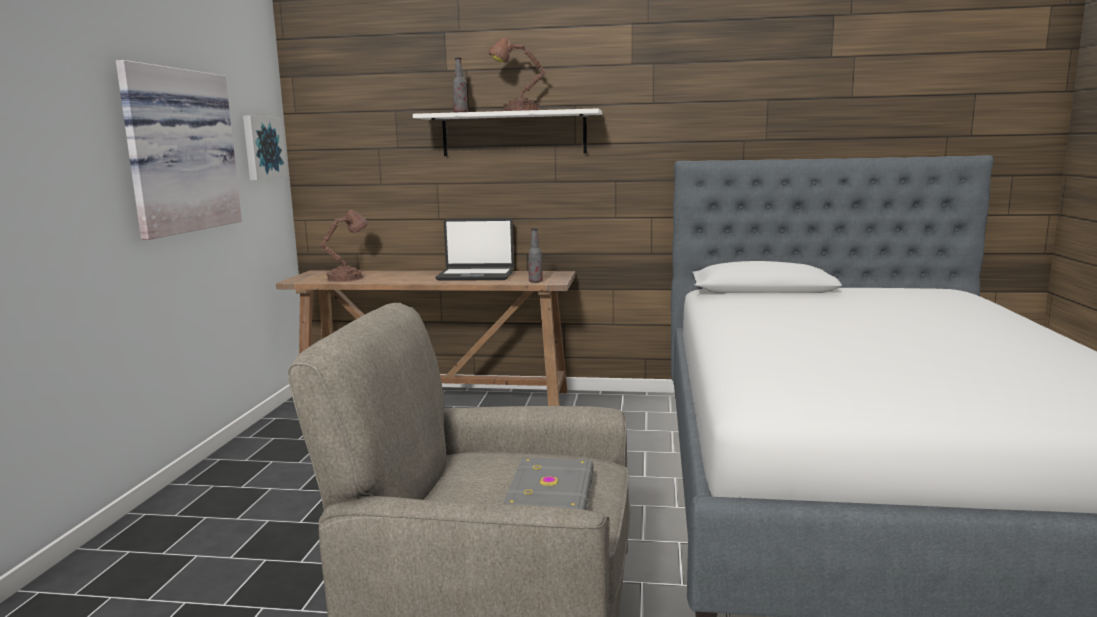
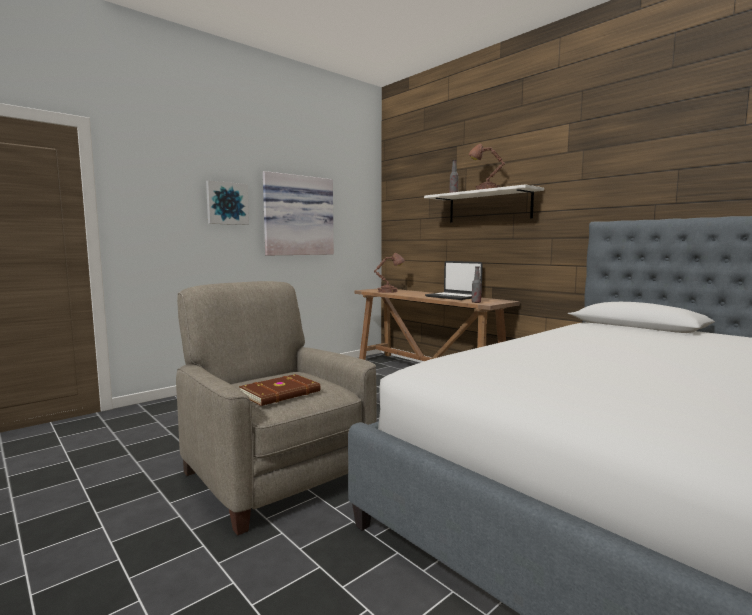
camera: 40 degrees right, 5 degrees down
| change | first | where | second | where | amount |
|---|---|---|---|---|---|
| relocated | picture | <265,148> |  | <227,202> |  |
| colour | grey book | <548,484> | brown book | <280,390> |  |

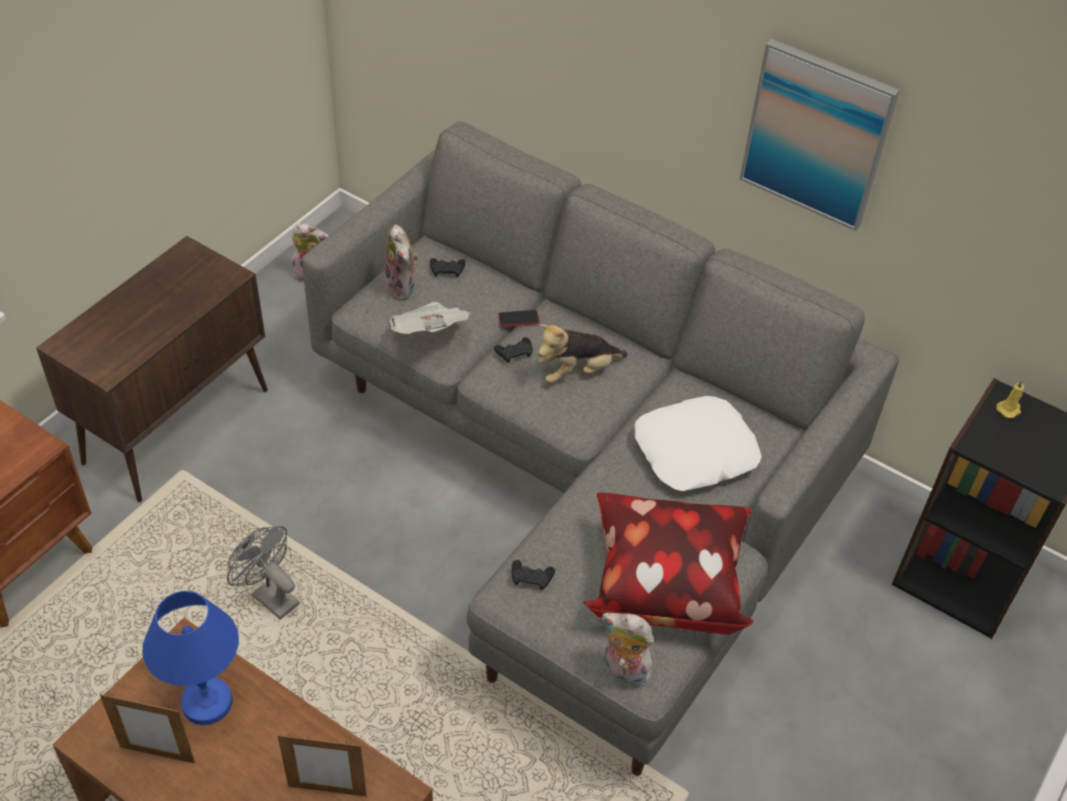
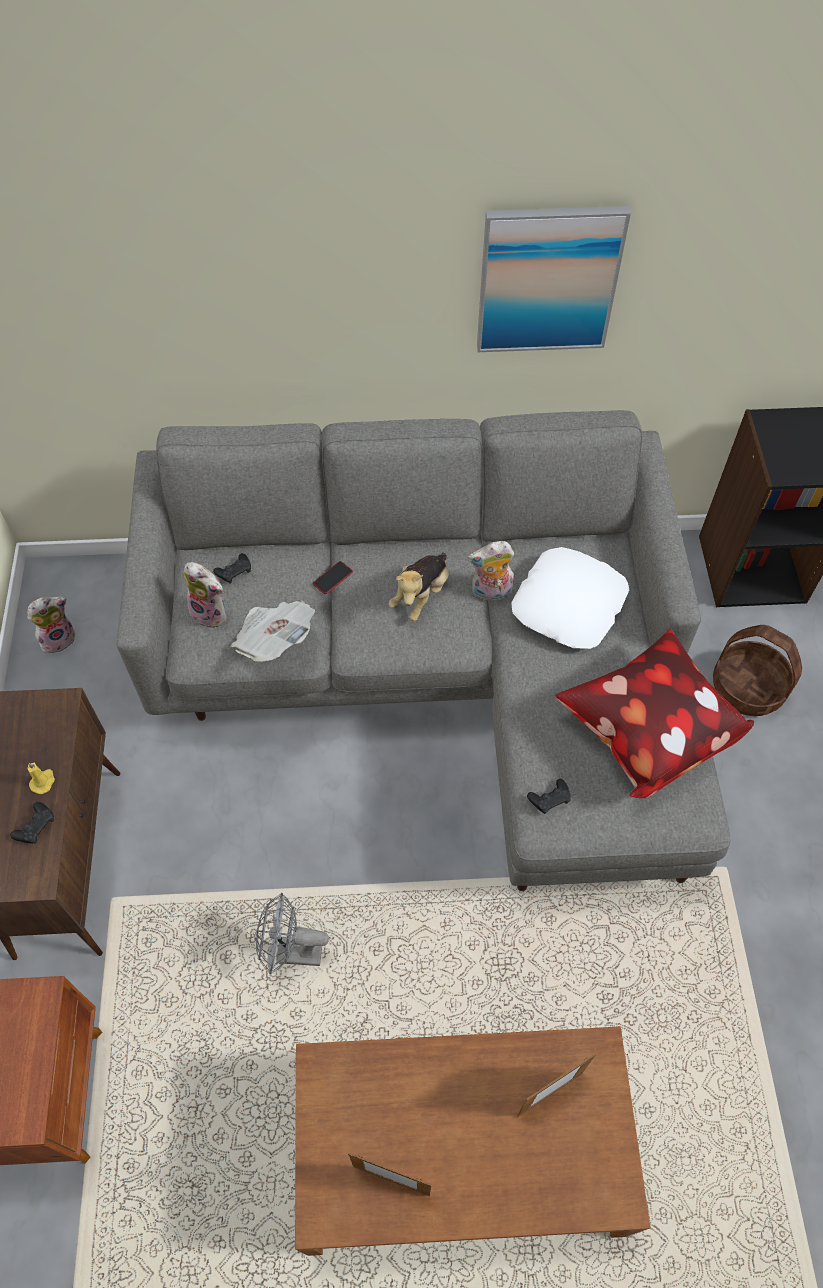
camera: 35 degrees left, 10 degrees up
| change | first | where | second | where | amount |
|---|---|---|---|---|---|
| relocated | black game controller | <513,350> |  | <32,823> |  |
| relocated | yellow candle | <1010,399> |  | <41,778> |  |
| spun | picture frame | <147,728> |  | <390,1174> | 45 degrees clockwise |
| relocated | plush toy | <628,650> |  | <491,571> |  |
| appeared |  |  | basket | <757,670> |  |
| missing | blue table lamp | <190,658> |  |  |  |

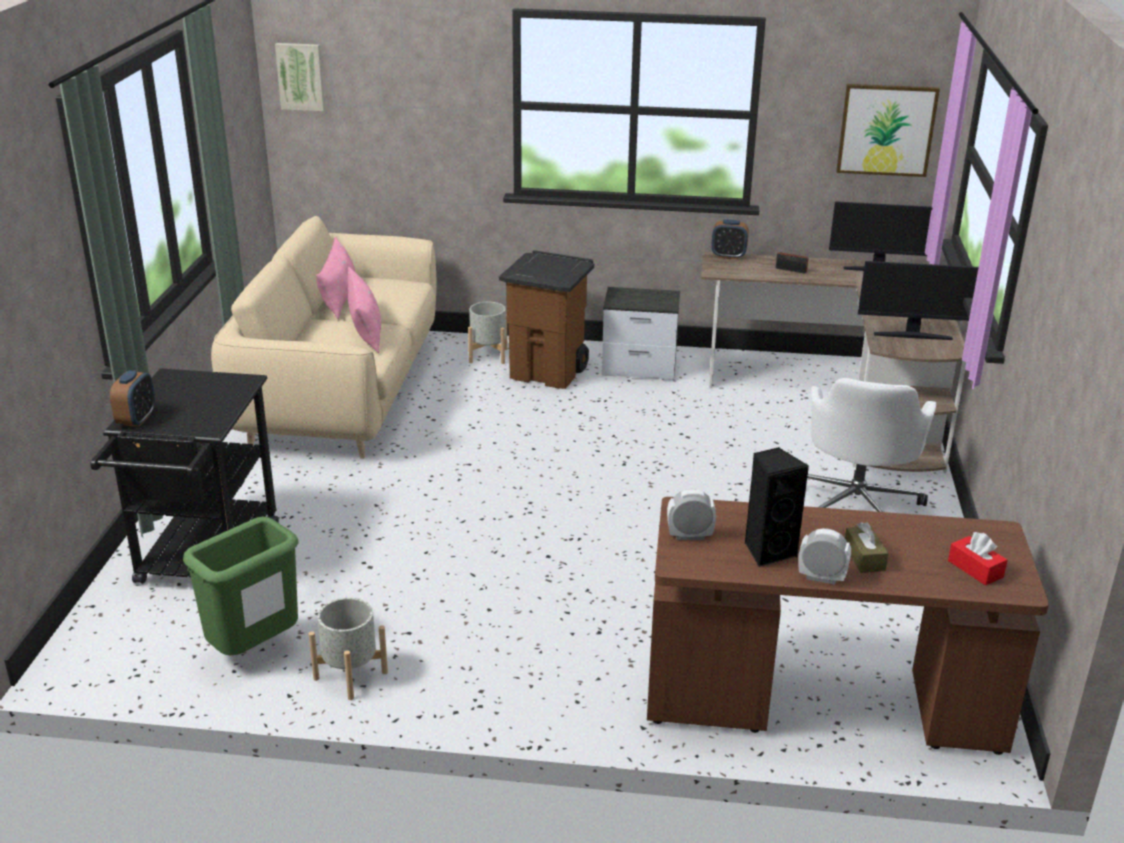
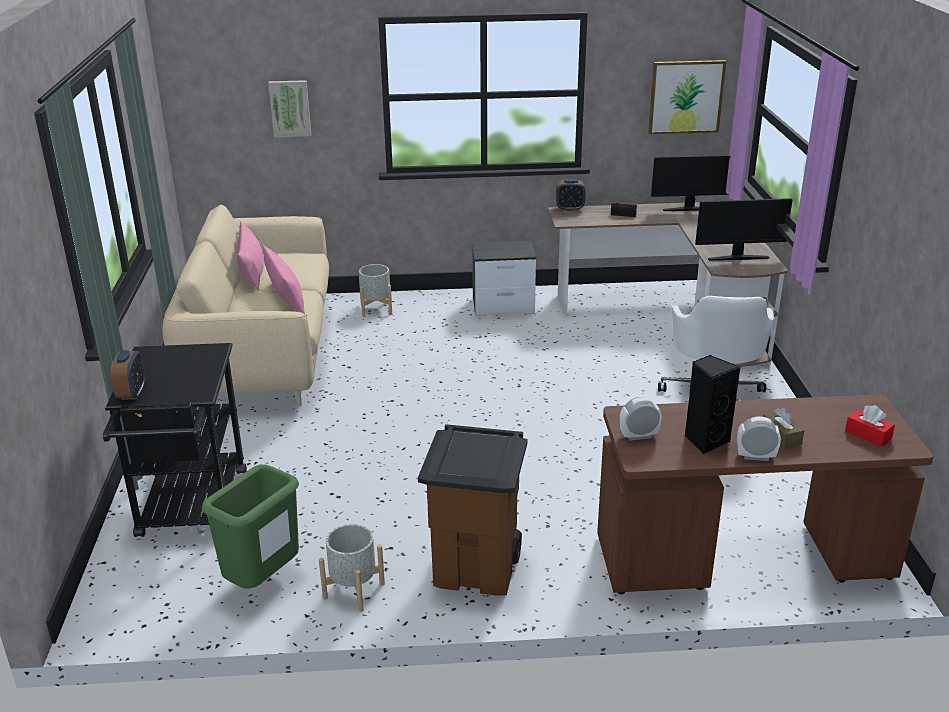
camera: 10 degrees left, 0 degrees up
| change | first | where | second | where | amount |
|---|---|---|---|---|---|
| relocated | picture | <300,77> |  | <289,108> |  |
| relocated | brown trash can | <546,319> |  | <473,510> |  |

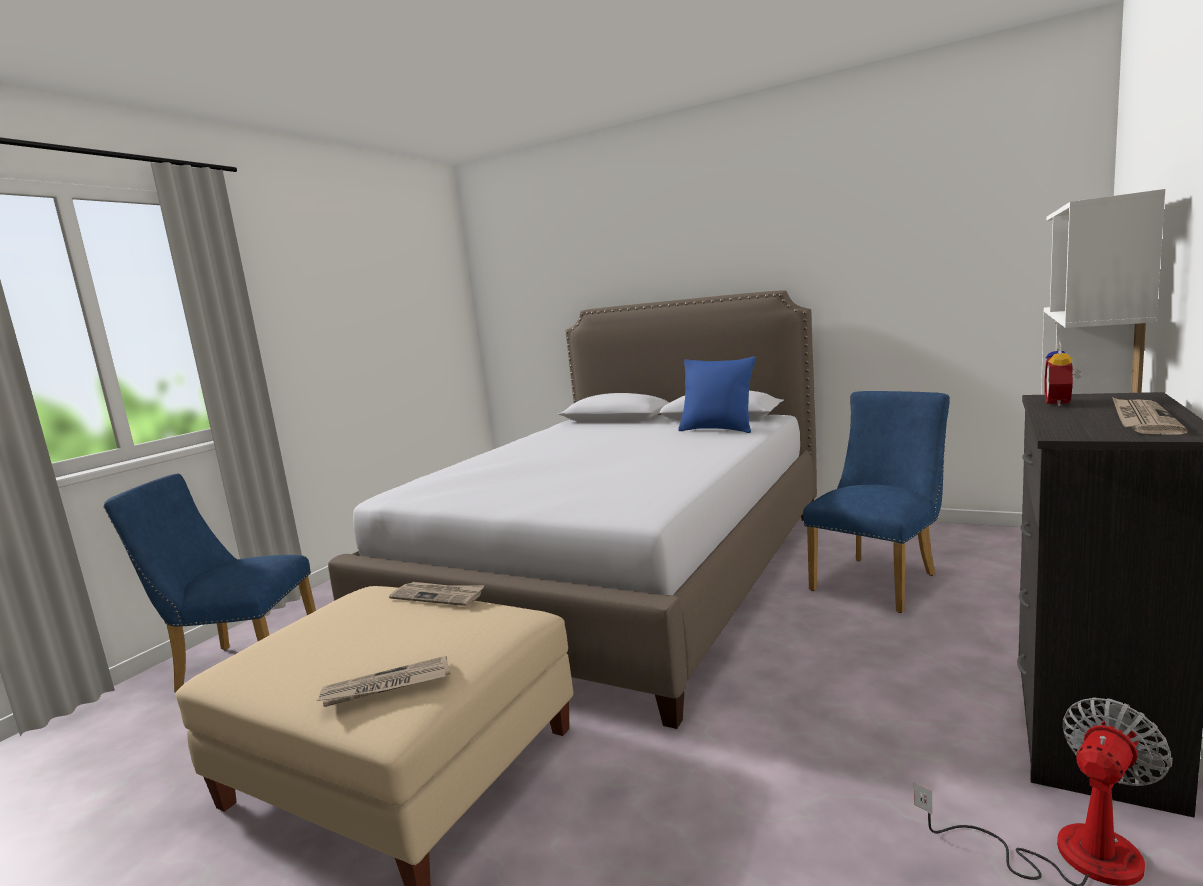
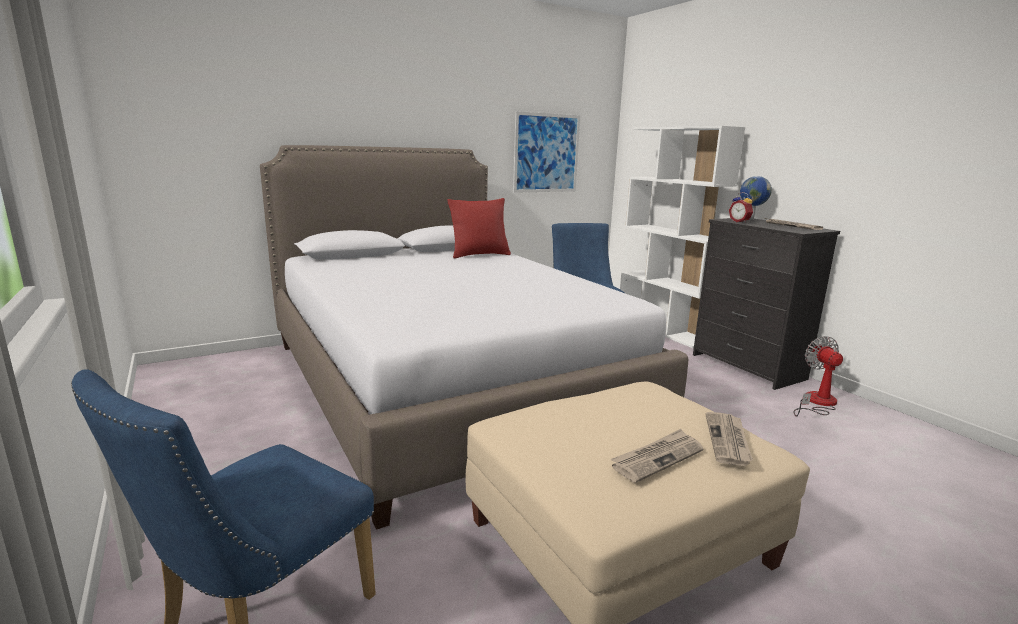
camera: 60 degrees left, 5 degrees up
| change | first | where | second | where | amount |
|---|---|---|---|---|---|
| colour | blue pillow | <717,394> | red pillow | <479,228> |  |
| appeared |  |  | picture | <546,152> |  |
| relocated | newspaper | <437,594> |  | <657,456> |  |
| appeared |  |  | globe | <756,198> |  |

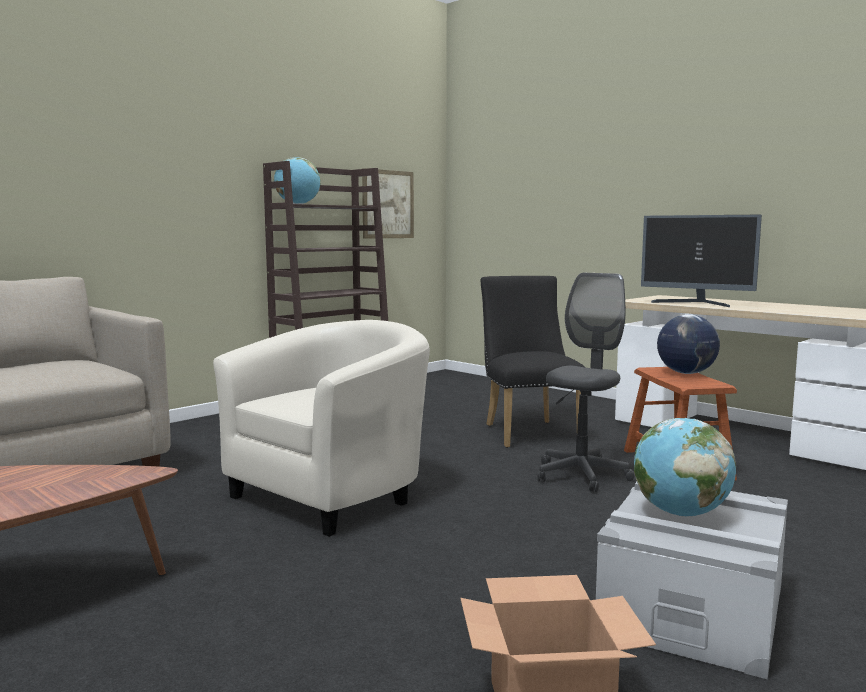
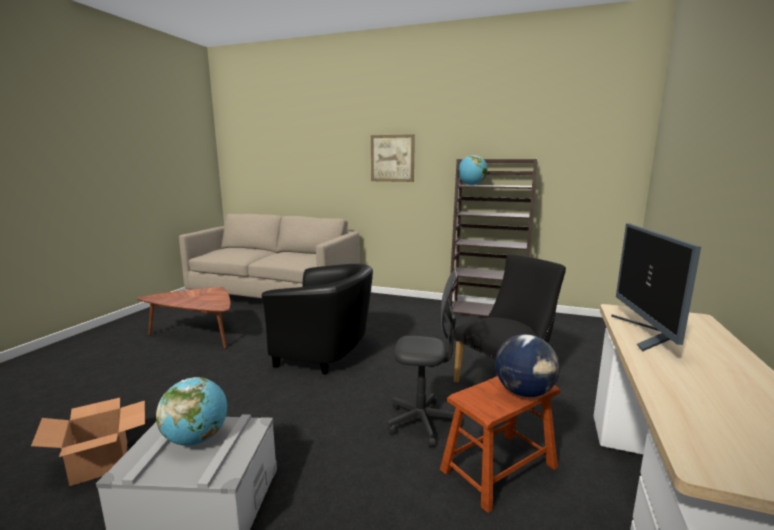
camera: 65 degrees right, 5 degrees up
| change | first | where | second | where | amount |
|---|---|---|---|---|---|
| colour | beige armchair | <321,428> | black armchair | <317,319> |  |
| relocated | picture | <388,203> |  | <393,158> |  |

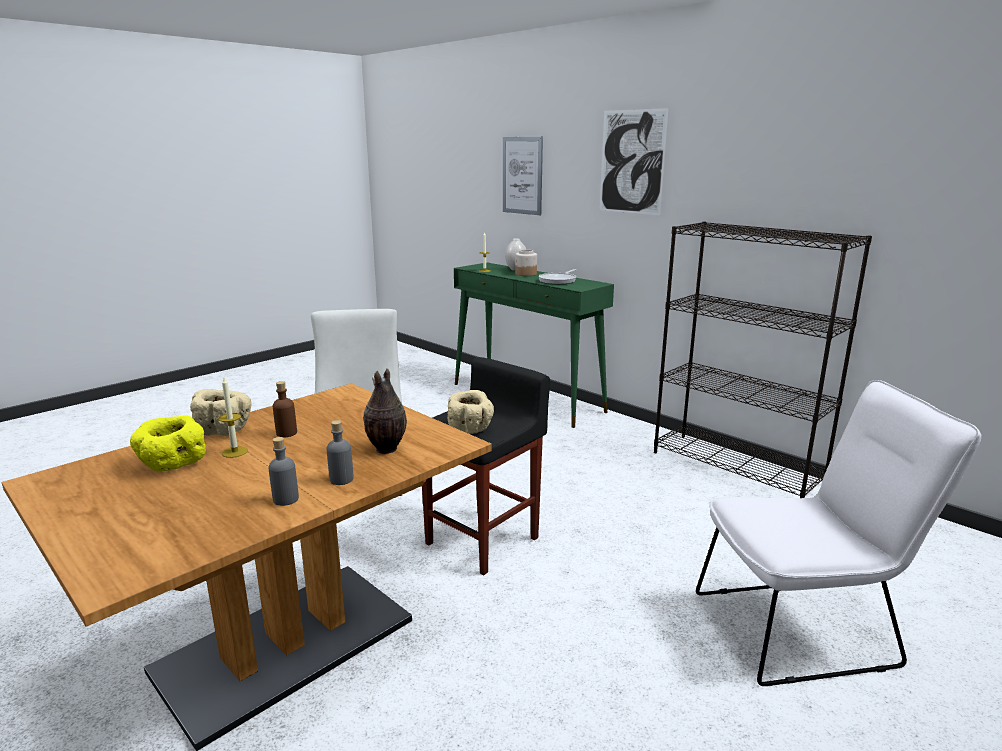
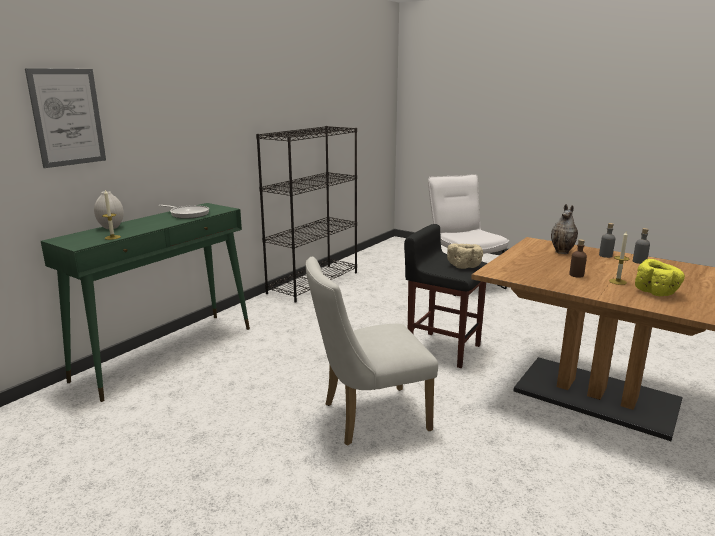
camera: 100 degrees left, 0 degrees up
| change | first | where | second | where | amount |
|---|---|---|---|---|---|
| missing | beige bowl | <220,412> |  |  |  |
| missing | jar | <526,262> |  |  |  |
| missing | picture | <634,161> |  |  |  |

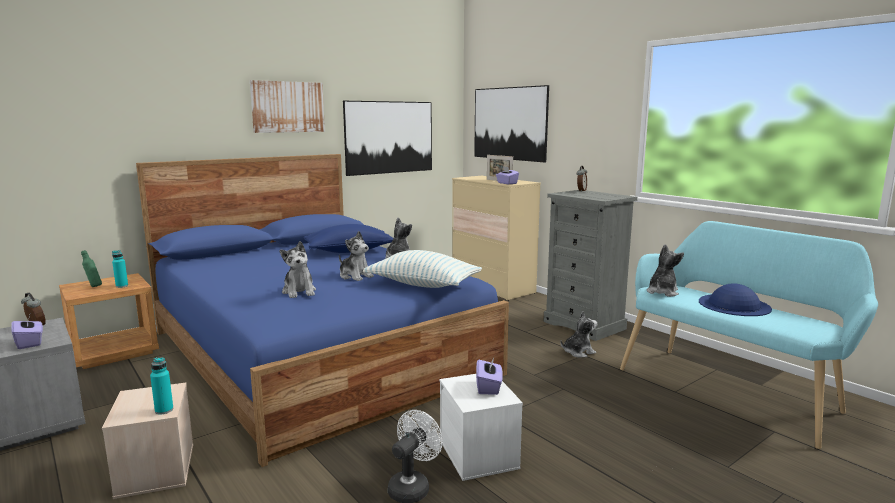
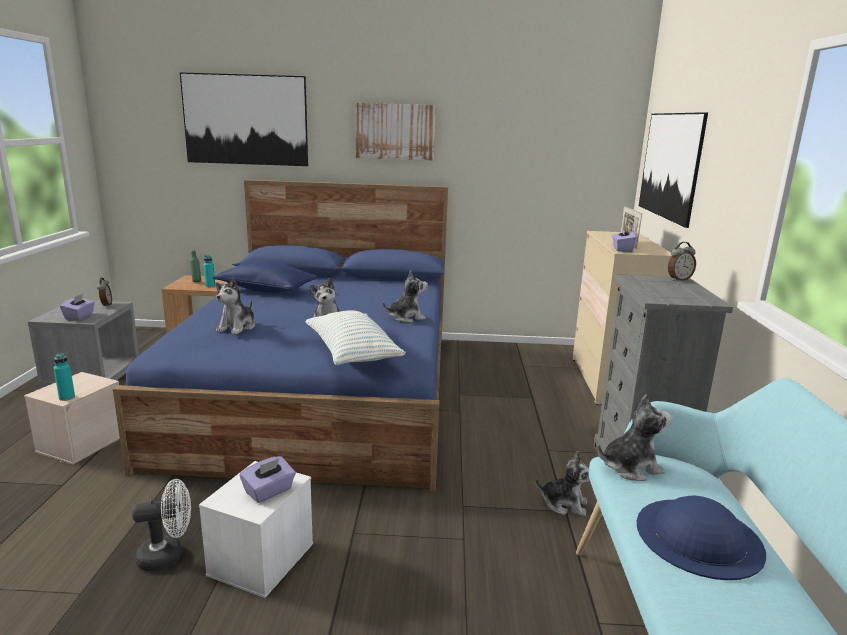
camera: 40 degrees right, 5 degrees up
| change | first | where | second | where | amount |
|---|---|---|---|---|---|
| relocated | picture | <387,138> |  | <244,119> |  |
| relocated | blue pillow | <348,238> |  | <265,276> |  |

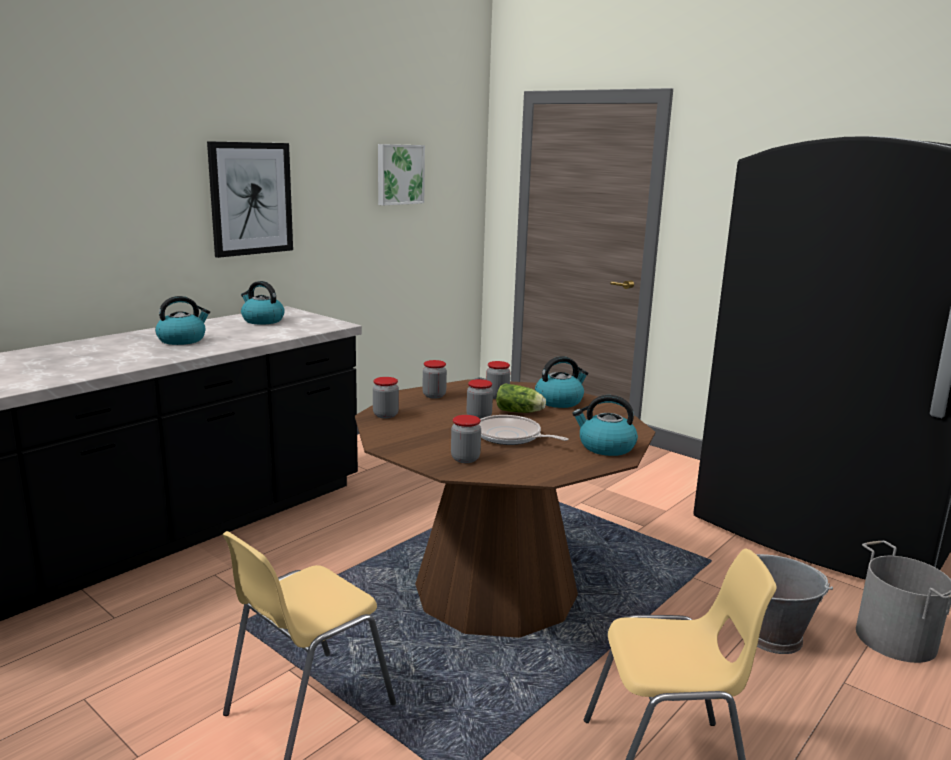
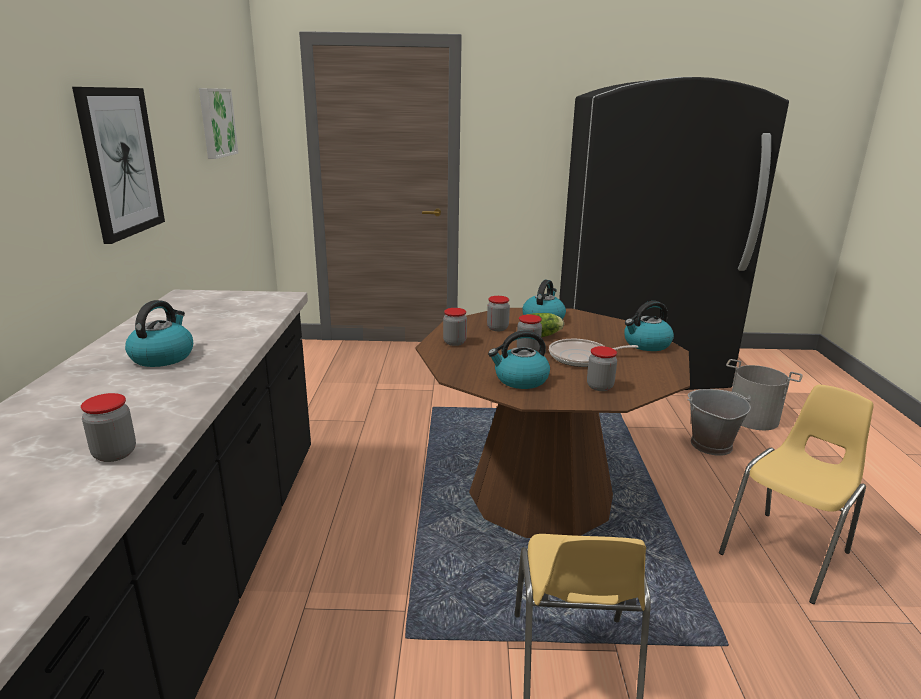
camera: 40 degrees left, 5 degrees up
| change | first | where | second | where | amount |
|---|---|---|---|---|---|
| relocated | jar | <386,397> |  | <108,427> |  |
| relocated | kettle | <263,303> |  | <519,359> |  |

